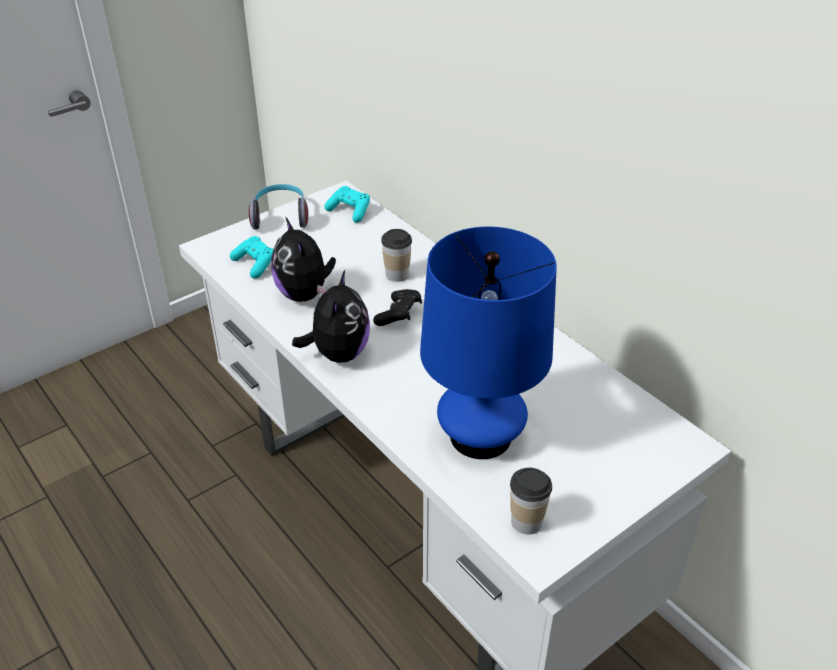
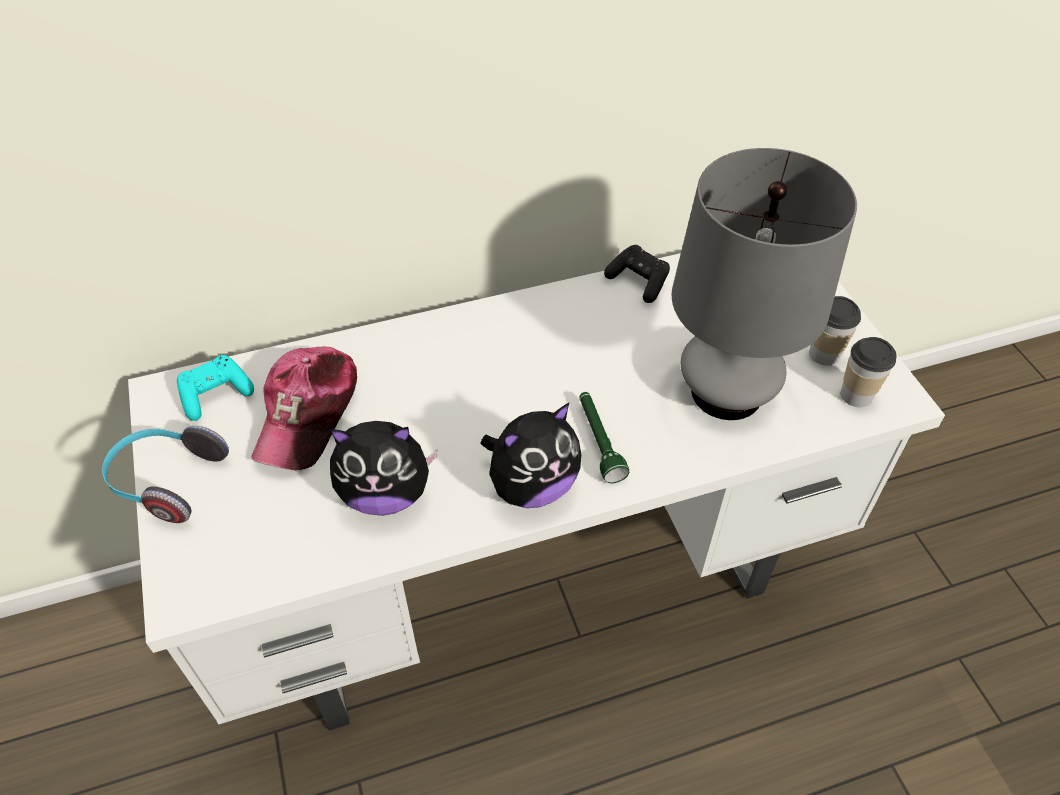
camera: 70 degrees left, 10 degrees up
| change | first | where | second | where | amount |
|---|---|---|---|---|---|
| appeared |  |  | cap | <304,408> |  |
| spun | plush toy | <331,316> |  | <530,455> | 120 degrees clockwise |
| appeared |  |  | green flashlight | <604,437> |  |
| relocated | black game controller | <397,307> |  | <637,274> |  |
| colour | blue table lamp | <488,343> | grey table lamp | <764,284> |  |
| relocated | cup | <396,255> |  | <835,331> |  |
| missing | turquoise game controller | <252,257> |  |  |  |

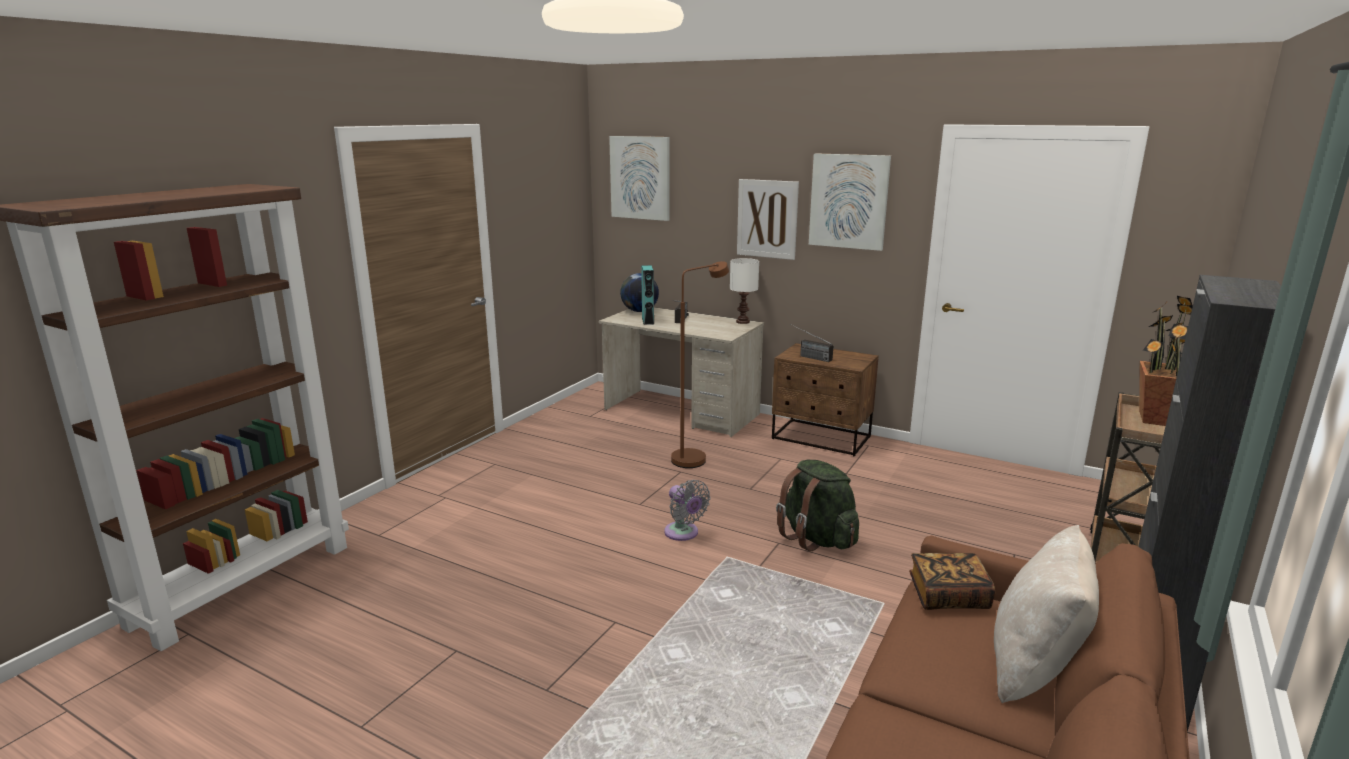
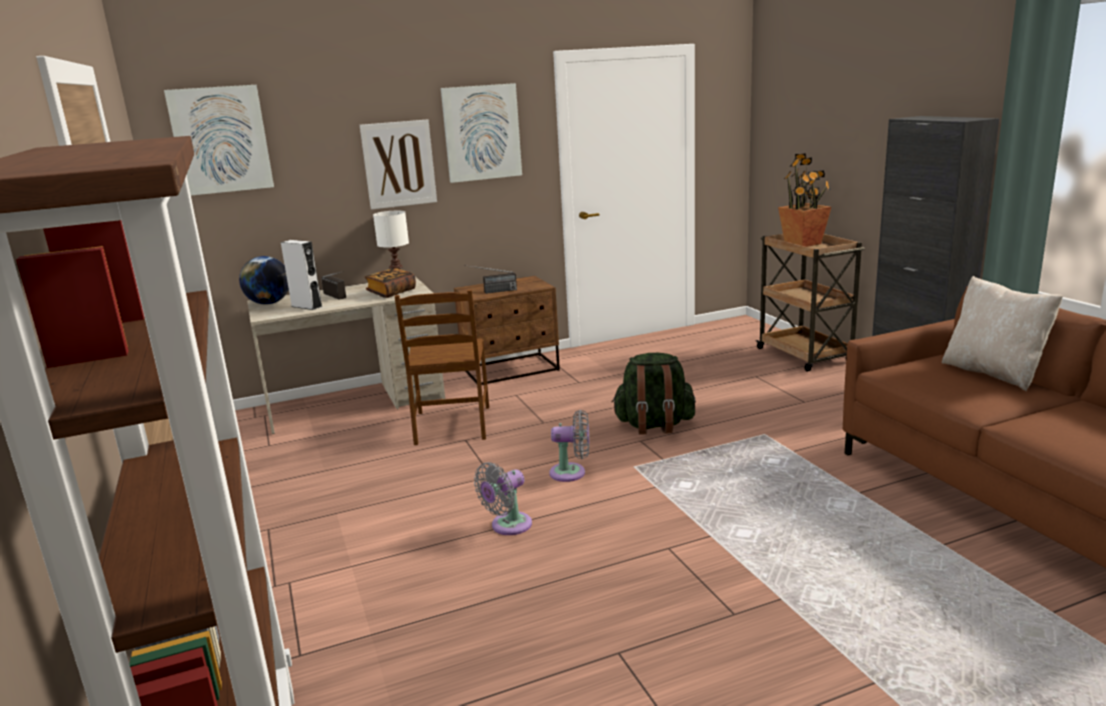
camera: 50 degrees left, 0 degrees up
| change | first | where | second | where | amount |
|---|---|---|---|---|---|
| colour | turquoise speaker | <647,295> | grey speaker | <301,275> |  |
| relocated | book | <952,581> |  | <390,283> |  |
| exchanged | brown floor lamp | <700,364> | brown chair | <441,367> |  |
| appeared |  |  | grey fan | <503,498> |  |

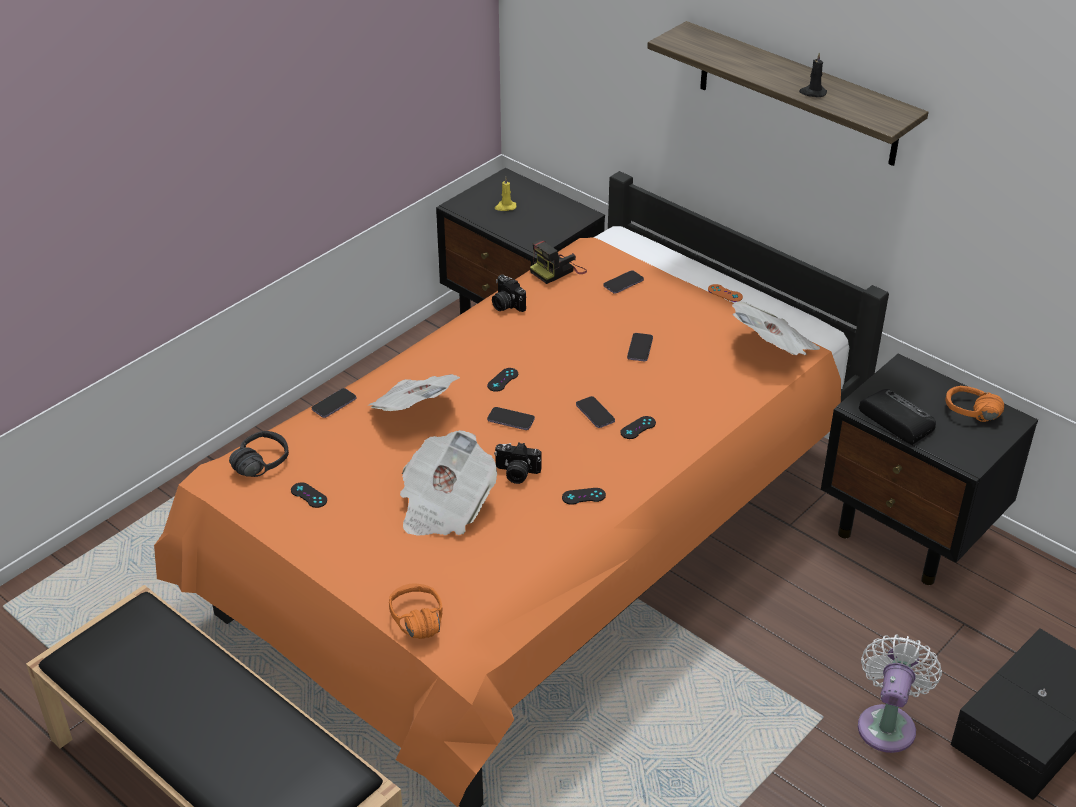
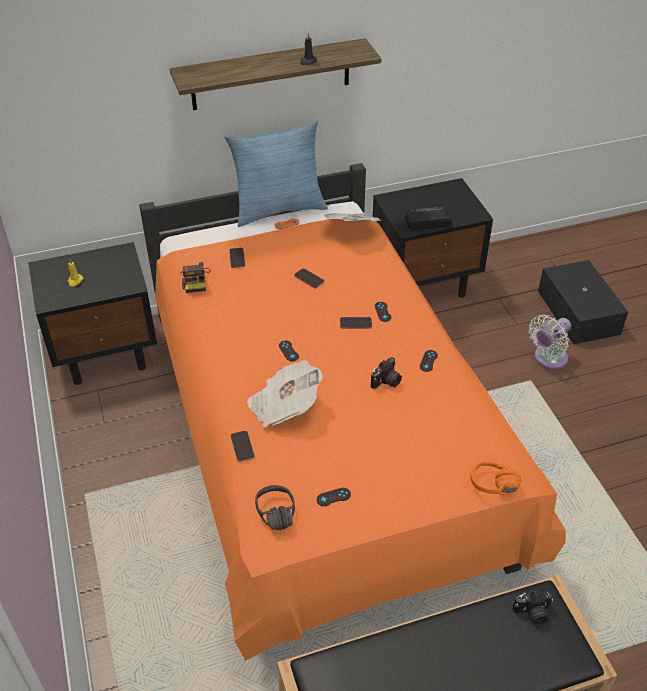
camera: 60 degrees left, 5 degrees up
| change | first | where | second | where | amount |
|---|---|---|---|---|---|
| appeared |  |  | pillow | <276,173> |  |
| relocated | photo camera | <509,293> |  | <532,608> |  |
| spun | white fan | <900,694> |  | <550,341> | 90 degrees counterclockwise |
| missing | newspaper | <448,482> |  |  |  |
| missing | phone | <511,418> |  |  |  |
| missing | orange headphones | <974,404> |  |  |  |

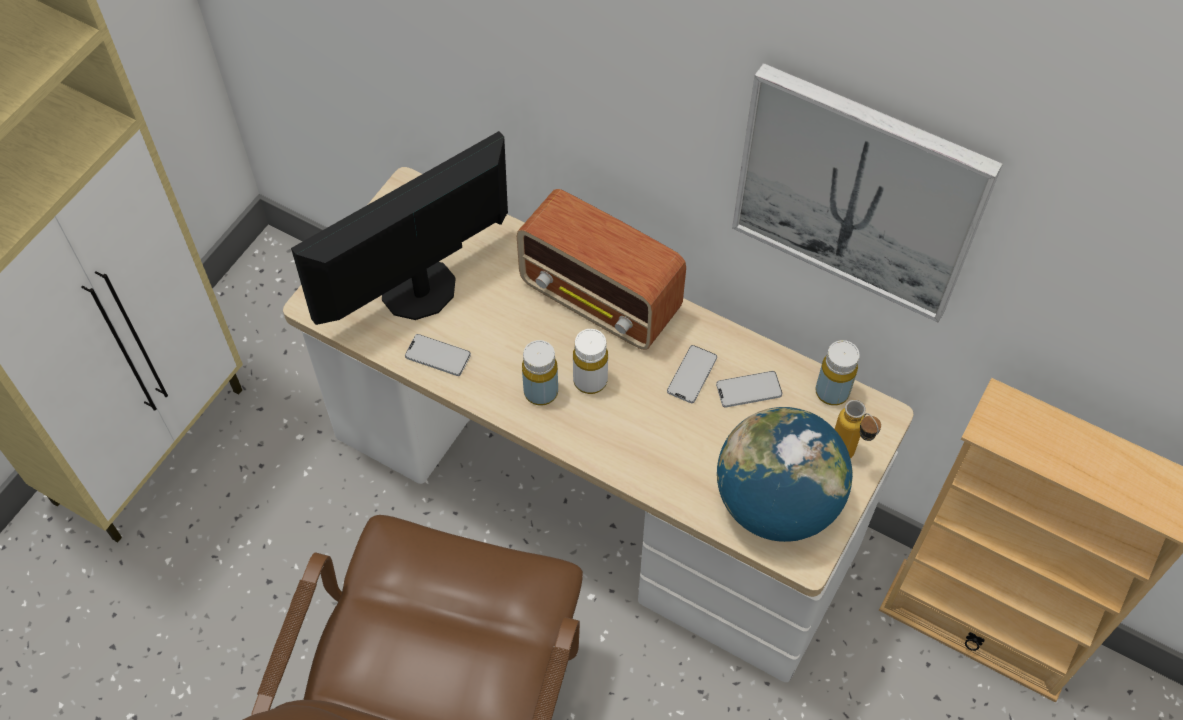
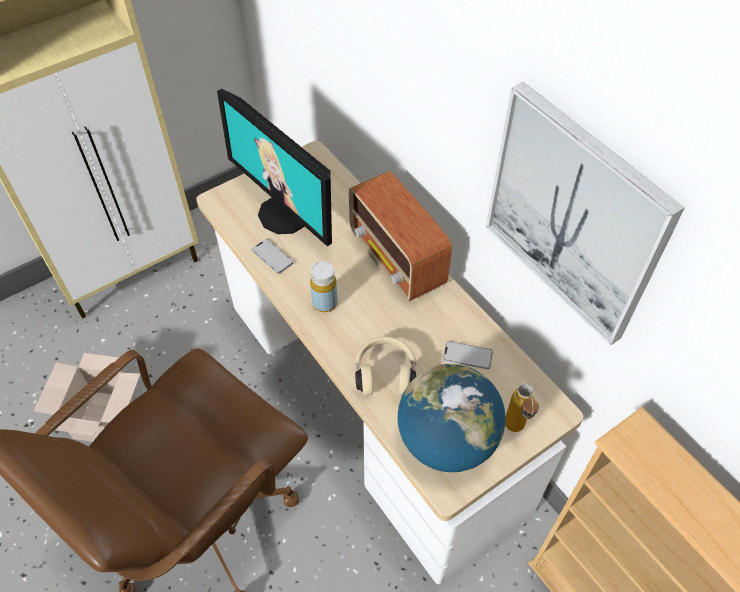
camera: 25 degrees right, 5 degrees down
| change | first | where | second | where | amount |
|---|---|---|---|---|---|
| appeared |  |  | cardboard box | <87,397> |  |
| spun | monitor | <399,228> |  | <274,167> | 120 degrees counterclockwise |
| appeared |  |  | beige headphones | <385,366> |  |
| missing | white bottle | <590,361> |  |  |  |
| missing | phone | <692,374> |  |  |  |
| missing | yellow bottle | <838,373> |  |  |  |

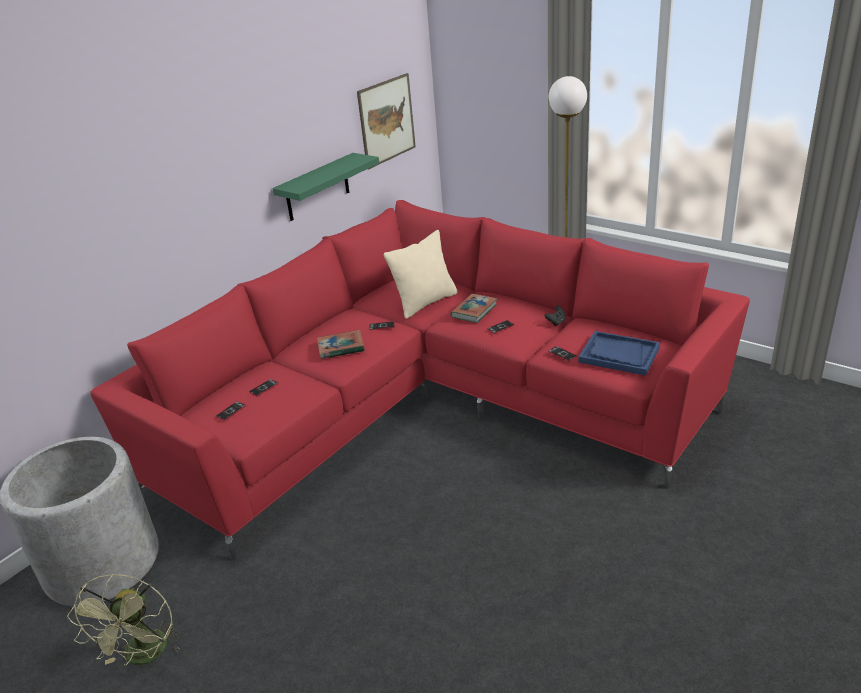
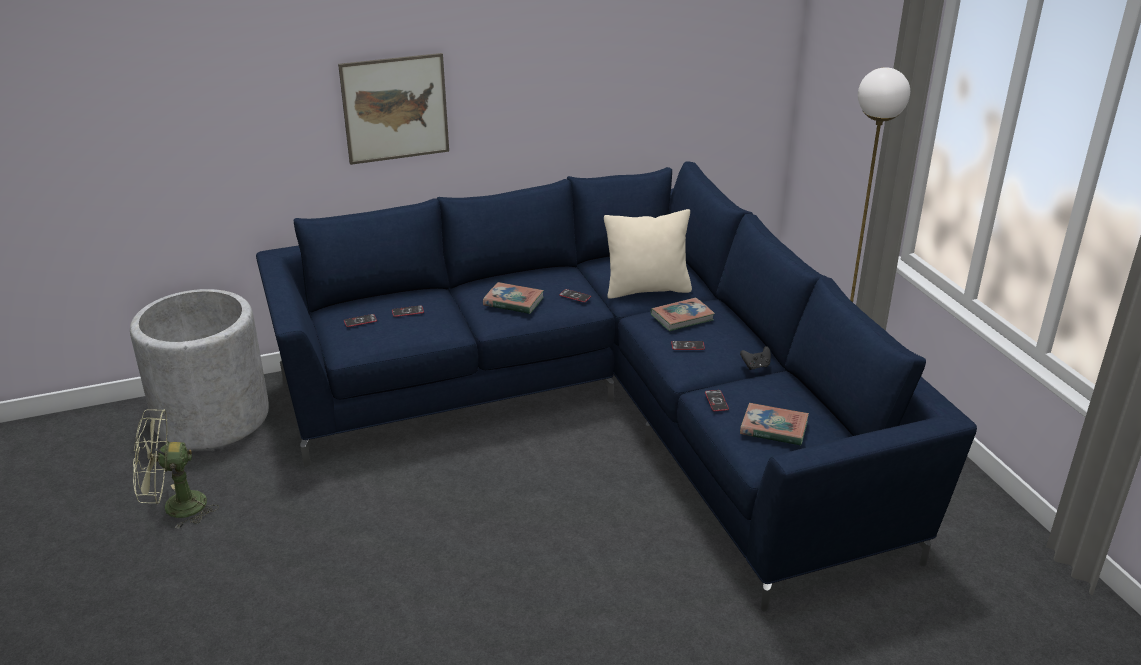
camera: 30 degrees right, 0 degrees up
| change | first | where | second | where | amount |
|---|---|---|---|---|---|
| spun | green fan | <124,620> |  | <176,469> | 45 degrees clockwise |
| colour | red sofa | <420,380> | blue sofa | <616,386> |  |
| relocated | picture | <386,121> |  | <393,109> |  |
| exchanged | blue tray | <619,353> | book | <774,424> |  |
| missing | green shelf | <326,187> |  |  |  |

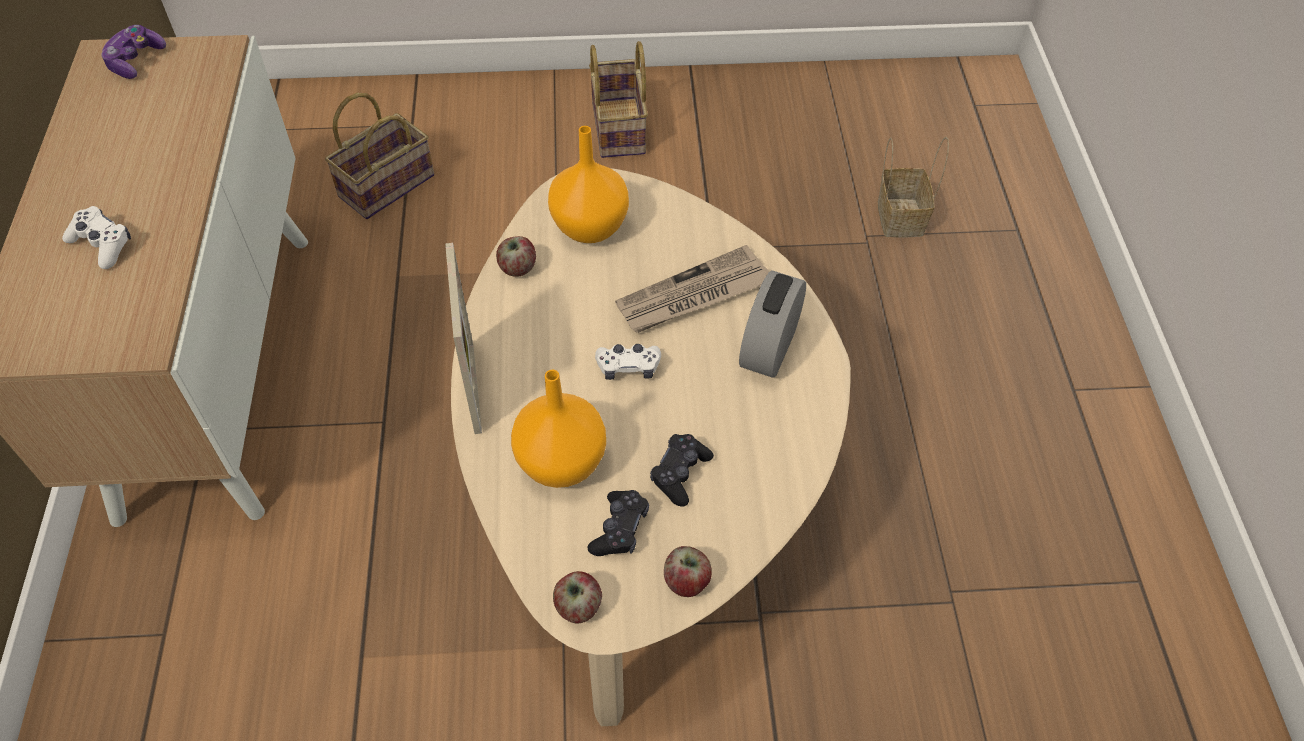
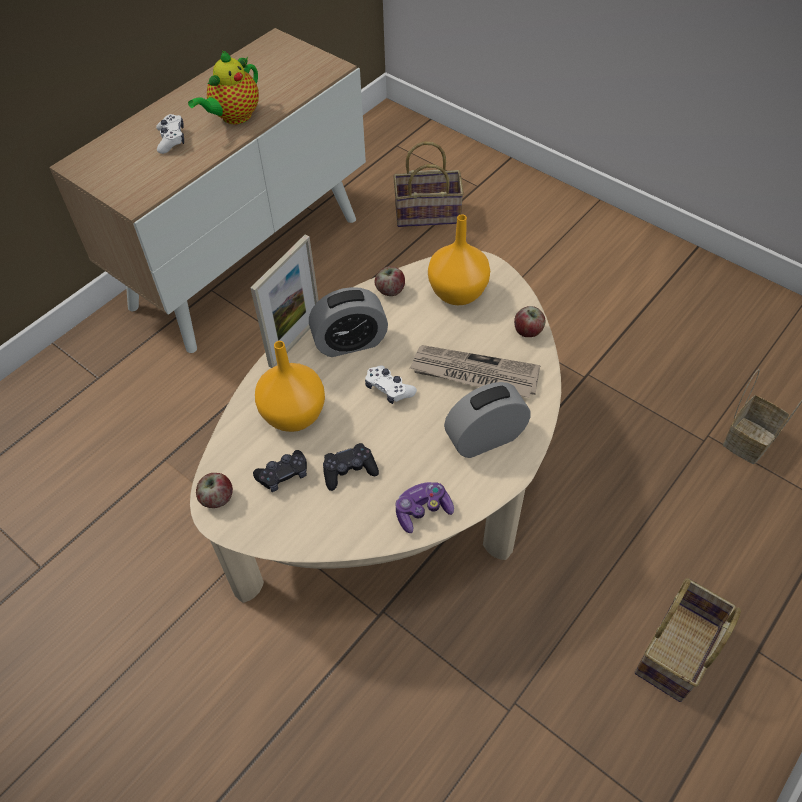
camera: 45 degrees right, 0 degrees up
| change | first | where | second | where | amount |
|---|---|---|---|---|---|
| appeared |  |  | teapot | <223,87> |  |
| appeared |  |  | alarm clock | <348,322> |  |
| relocated | game controller | <133,52> |  | <424,507> |  |
| relocated | apple | <688,571> |  | <529,321> |  |
| relocated | basket | <618,99> |  | <688,640> |  |

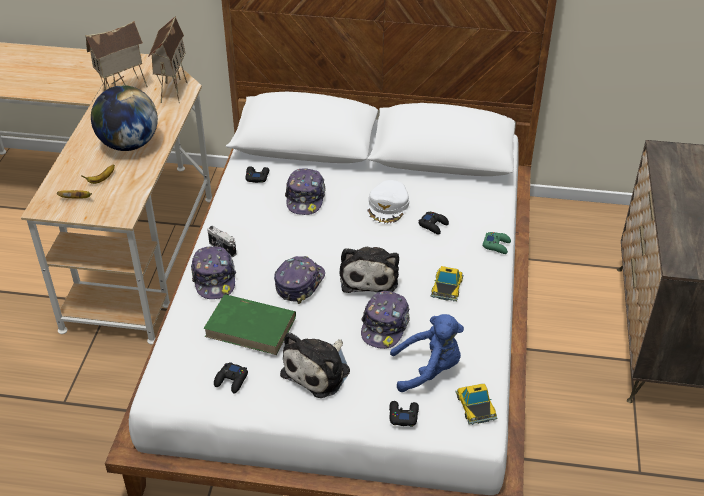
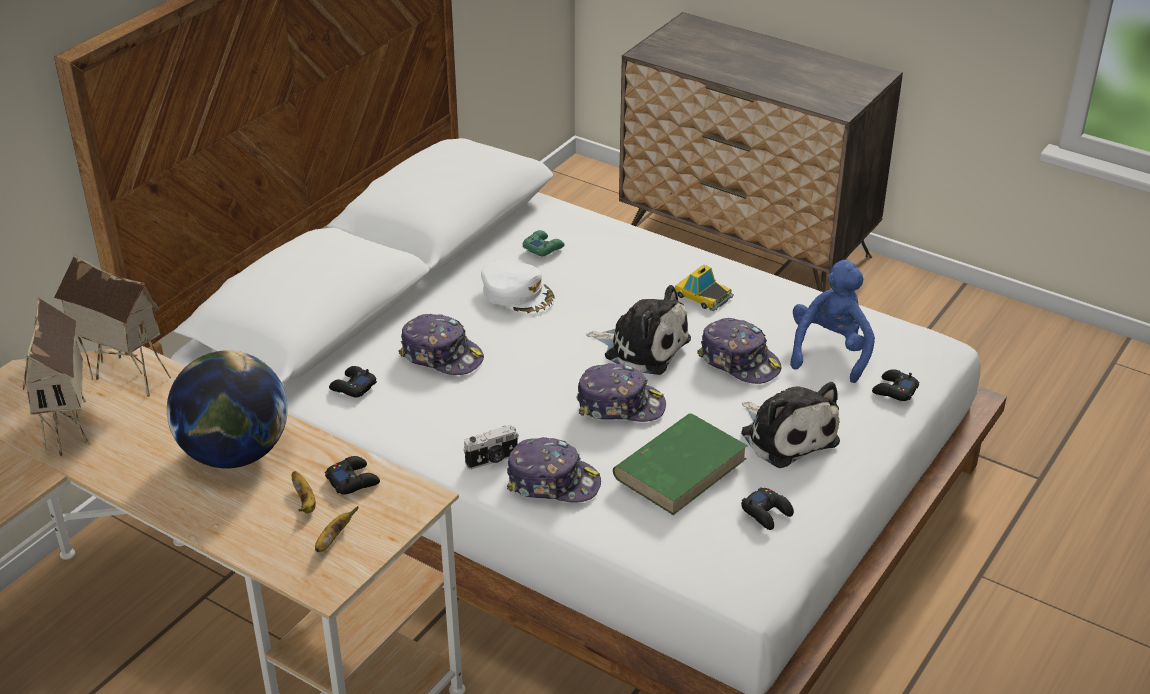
camera: 65 degrees left, 5 degrees down
| change | first | where | second | where | amount |
|---|---|---|---|---|---|
| relocated | black game controller | <433,223> |  | <352,475> |  |
| relocated | green game controller | <496,243> |  | <543,243> |  |
| spun | cap | <299,280> |  | <621,392> | 135 degrees clockwise |
| missing | toy car | <476,404> |  |  |  |

